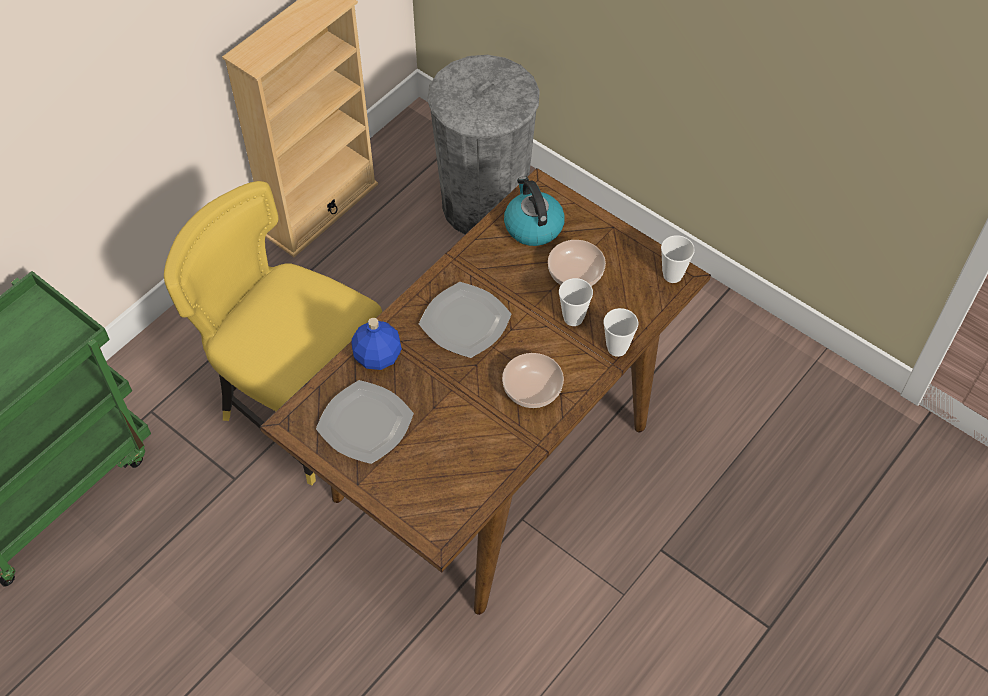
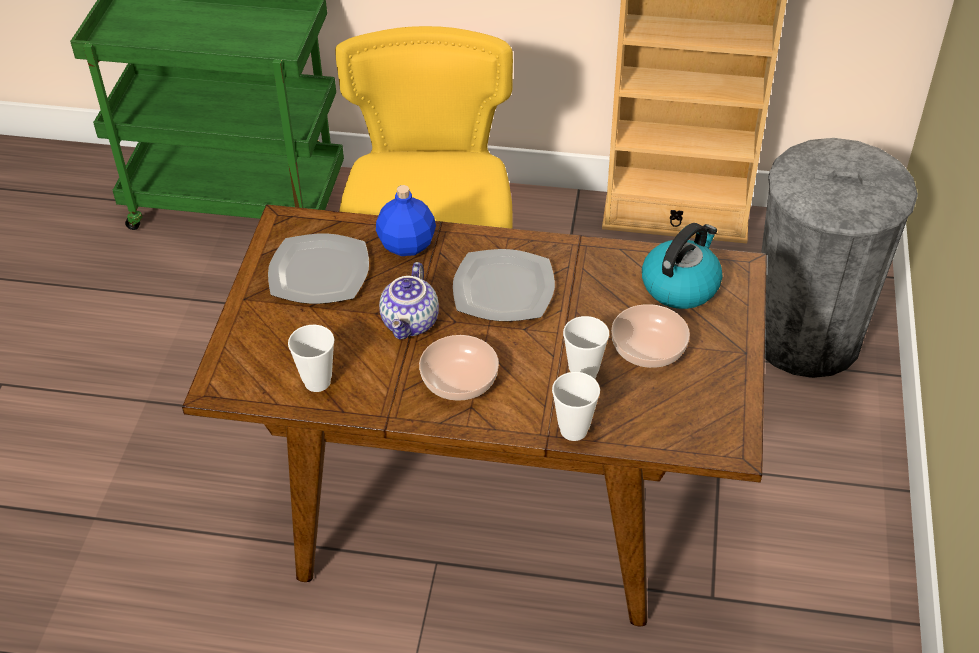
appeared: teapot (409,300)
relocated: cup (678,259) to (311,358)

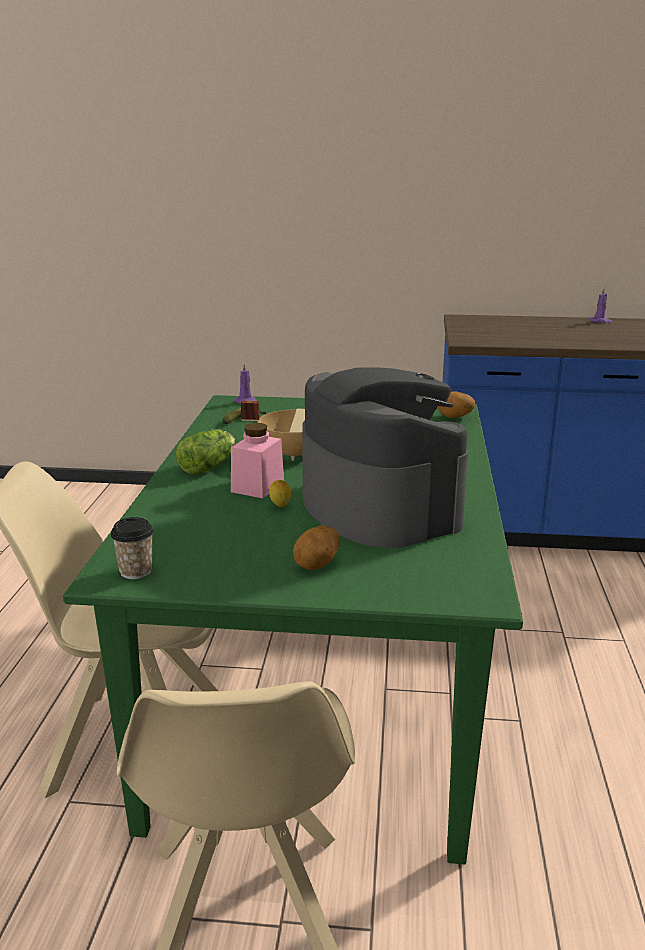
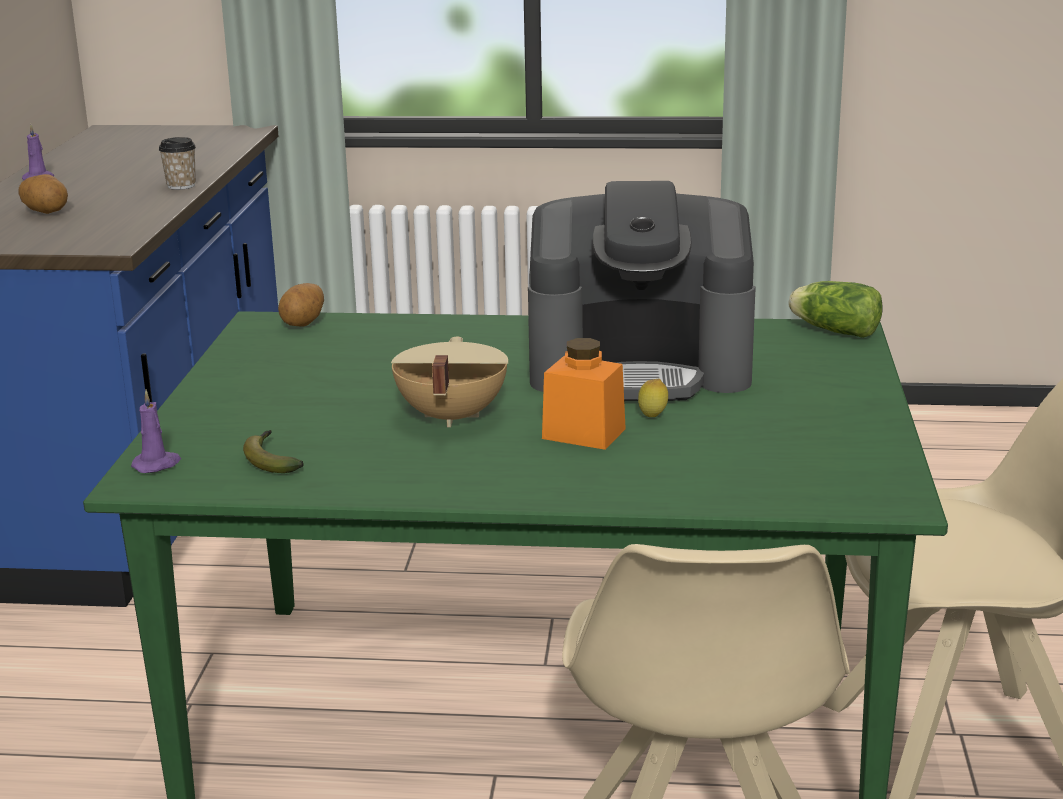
relocated: cup (132,548) to (177,163); lettuce (206,452) to (836,309); potato (316,547) to (43,194)
colour: pink jar (257,460) to orange jar (584,394)
spun: coffee machine (385,457) = (642,291) 150 degrees counterclockwise

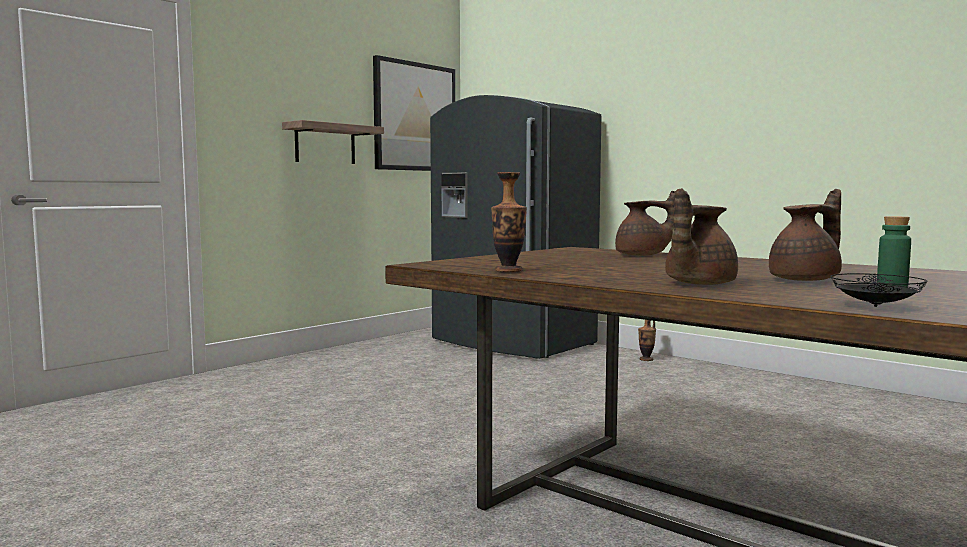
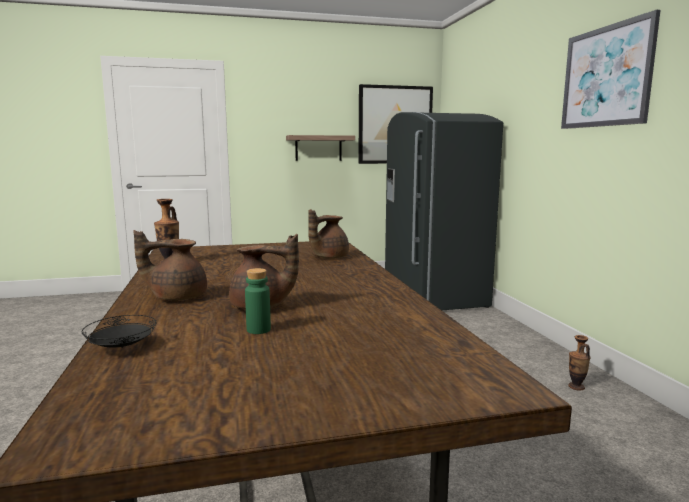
appeared: picture (611,69)
relocated: vase (647,340) to (579,362)
spun: brown teapot (645,223) = (328,234) 90 degrees clockwise

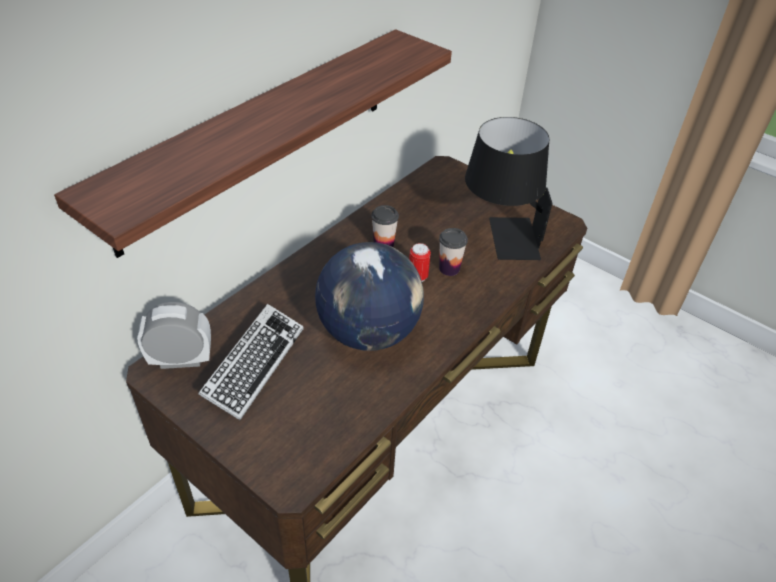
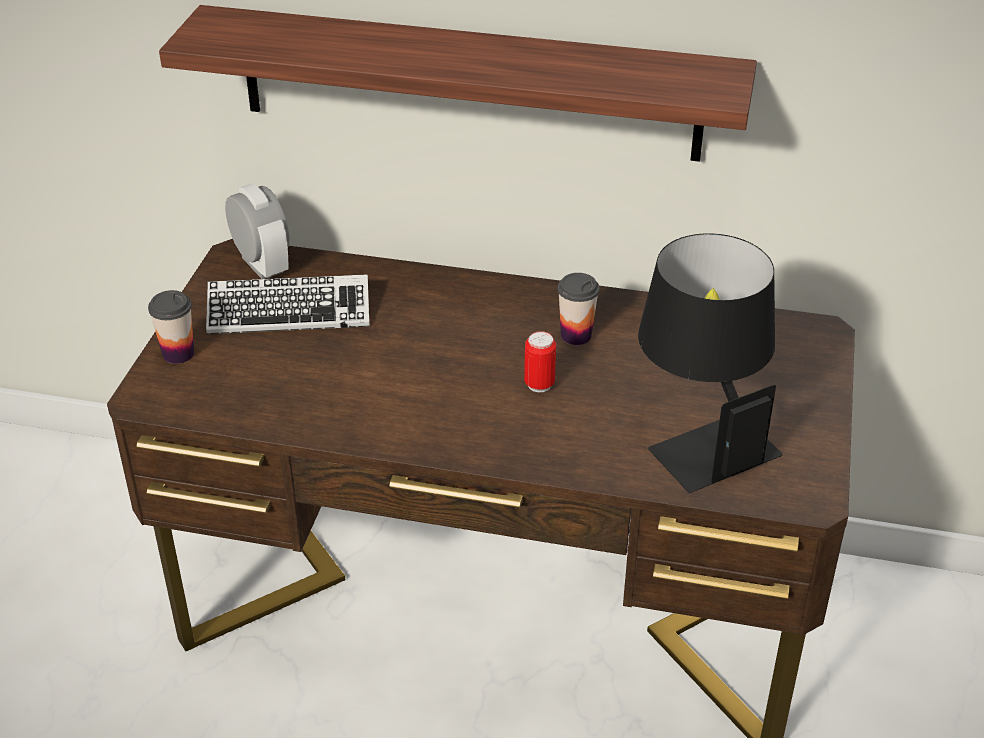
missing: globe (369,296)
relocated: cup (453,252) to (171,327)

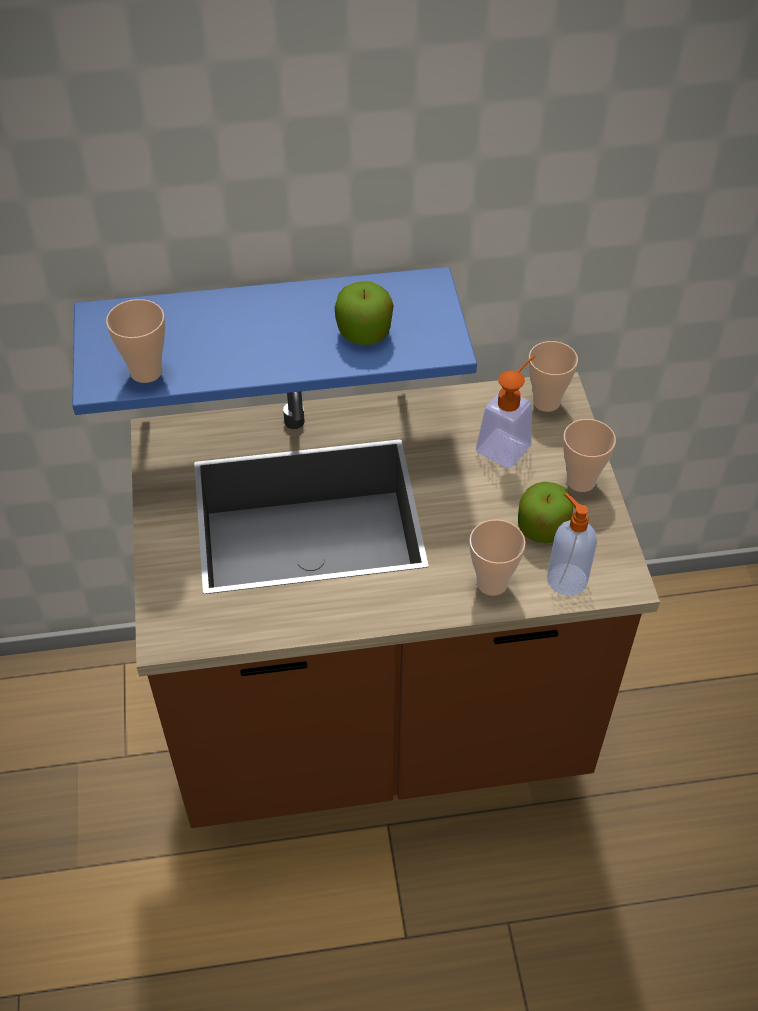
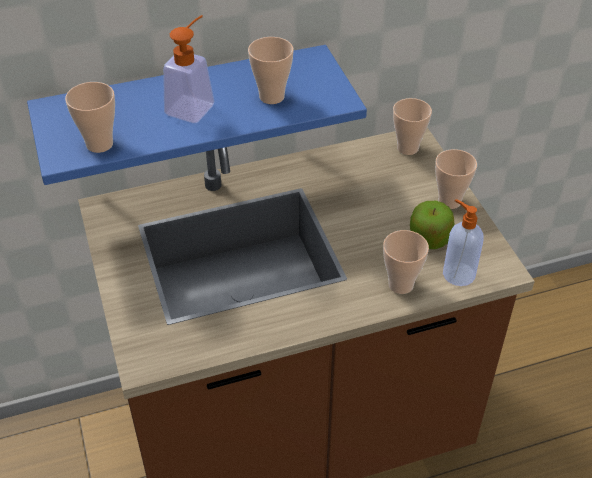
relocated: soap dispenser (505,411) to (188,69)
exchanged: apple (364,313) to cup (271,70)

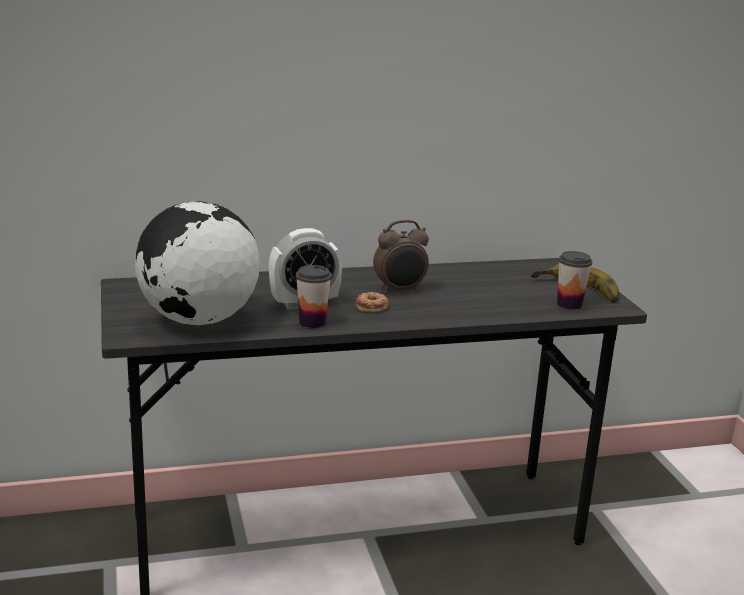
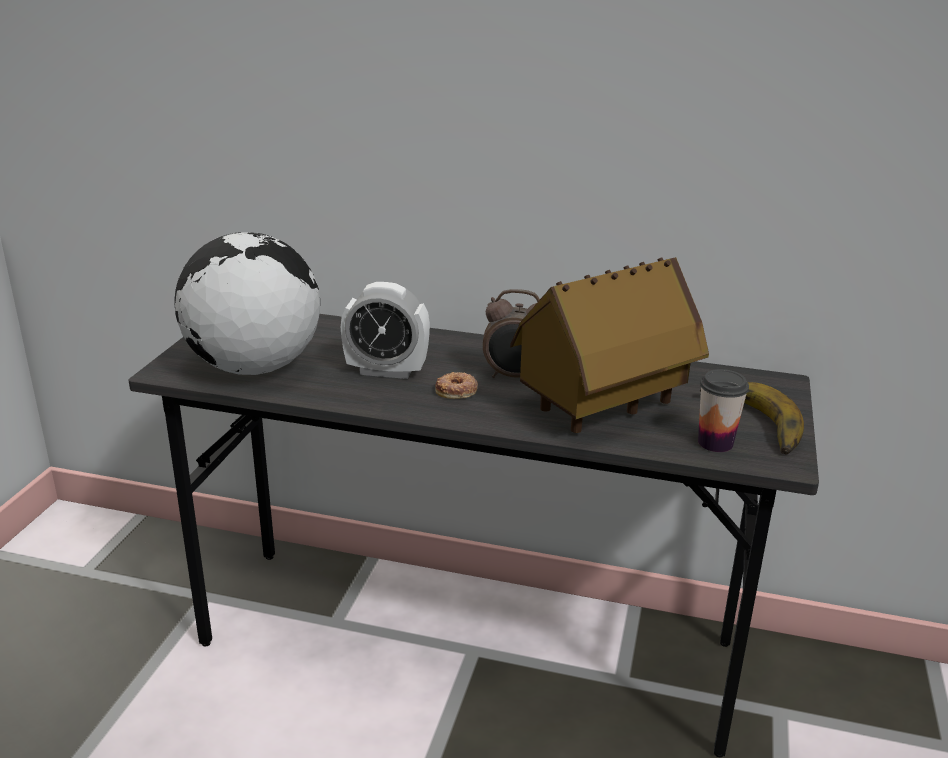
missing: cup (314,296)
appeared: toy house (609,345)

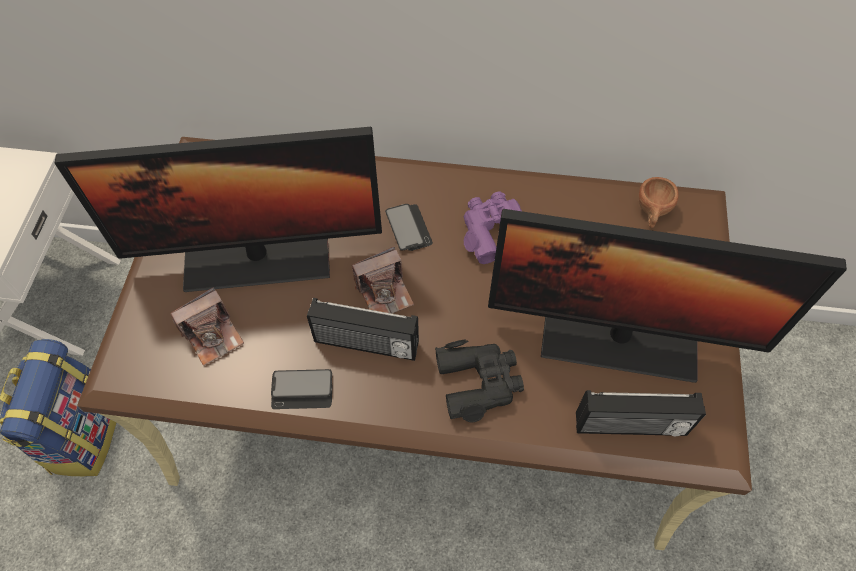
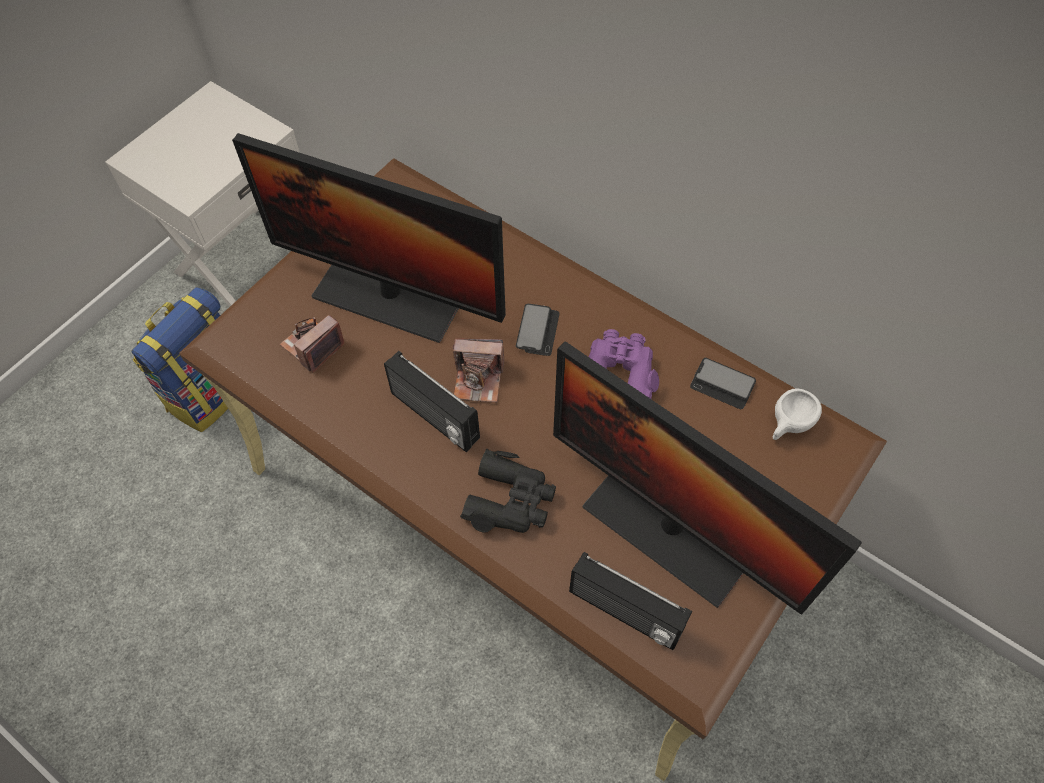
relocated: phone (301,389) to (723,383)
colour: brown cup (659,202) to white cup (797,414)
spun: photo camera (207,327) = (312,344) 135 degrees clockwise

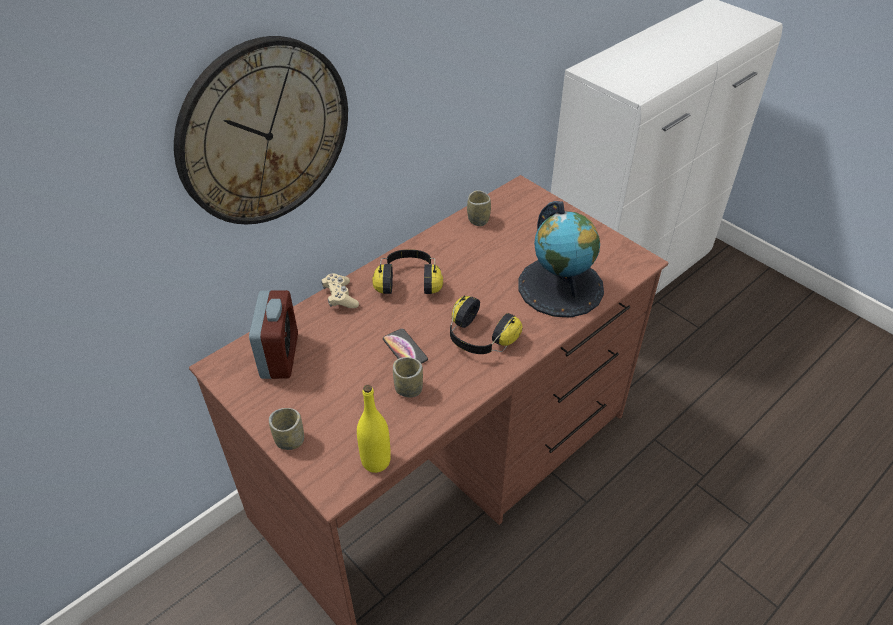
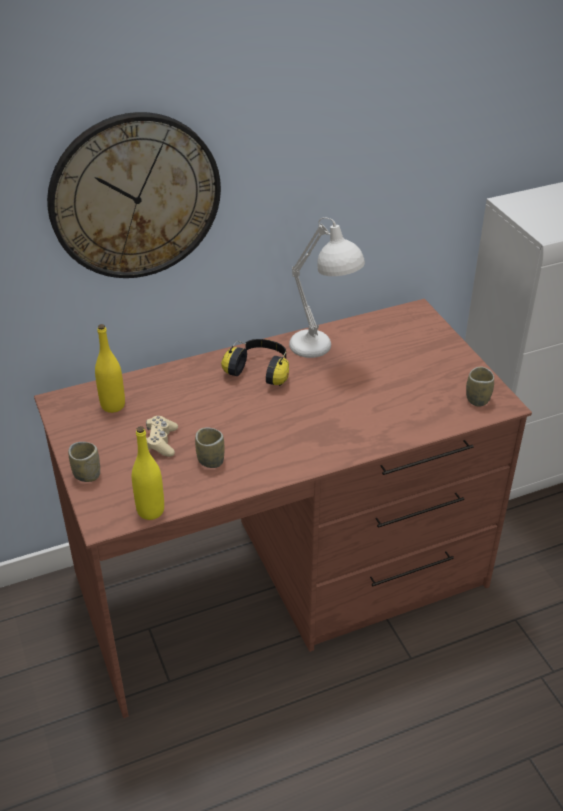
missing: phone (405,346); headphones (486,324); globe (561,259)
appeared: white table lamp (327,287)
relocated: beige game controller (340,290) to (162,436); cup (479,208) to (480,387)
exchanged: alarm clock (273,334) to yellow bottle (110,368)

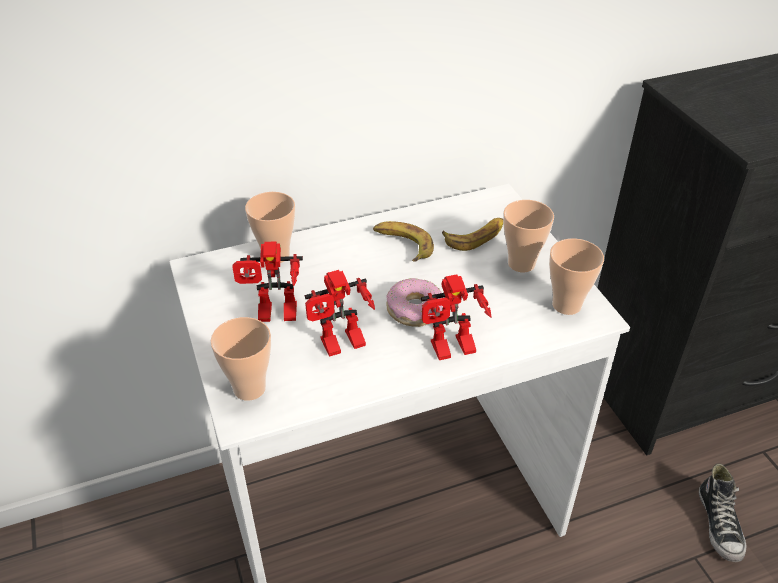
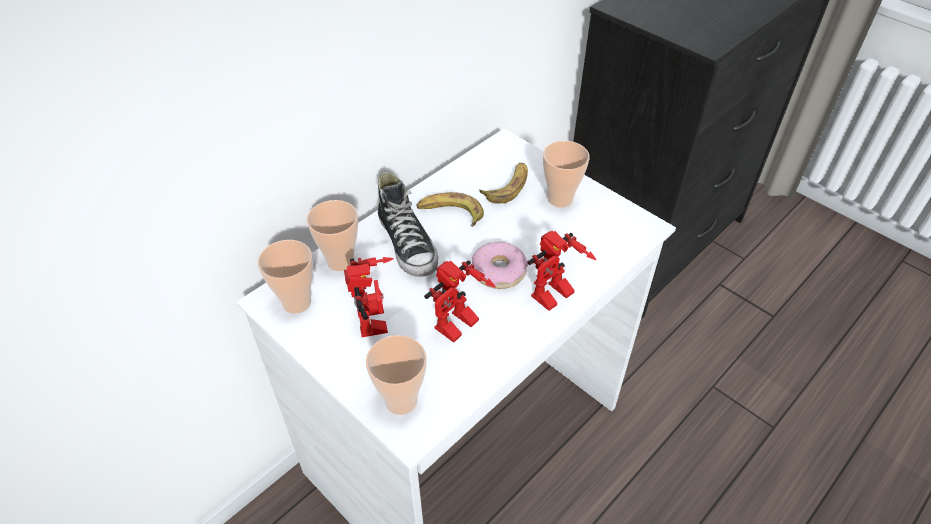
relocated: cup (576,276) to (285,277); shoe (722,512) to (408,224)
spun: toy robot (267,281) = (369,297) 75 degrees counterclockwise

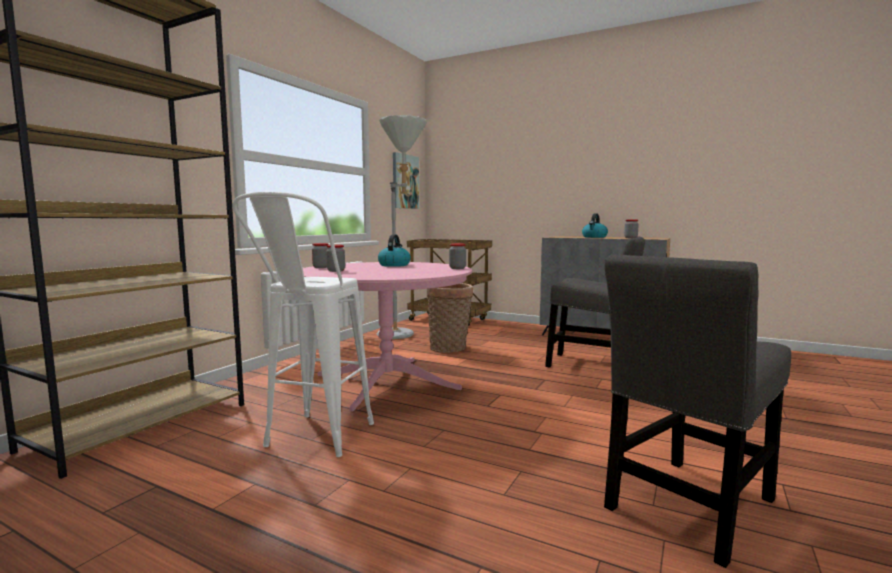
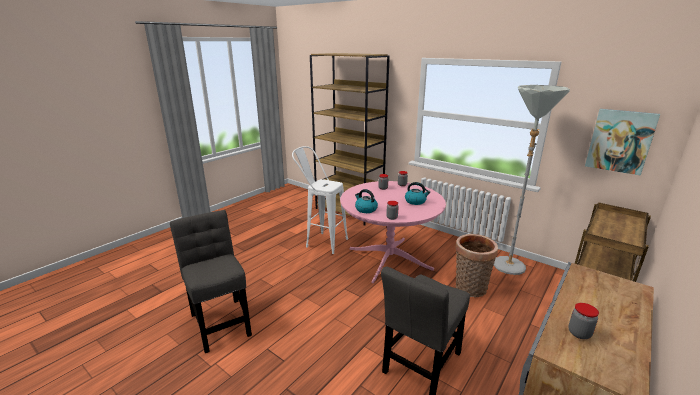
relocated: kettle (595,225) to (366,201)

